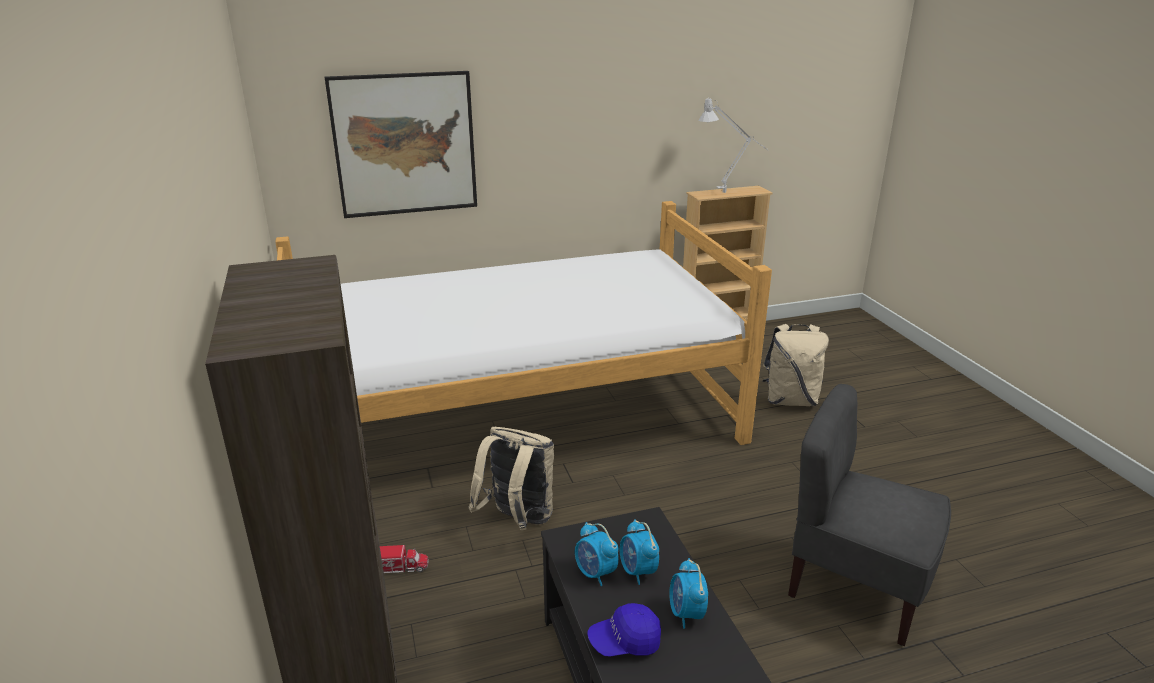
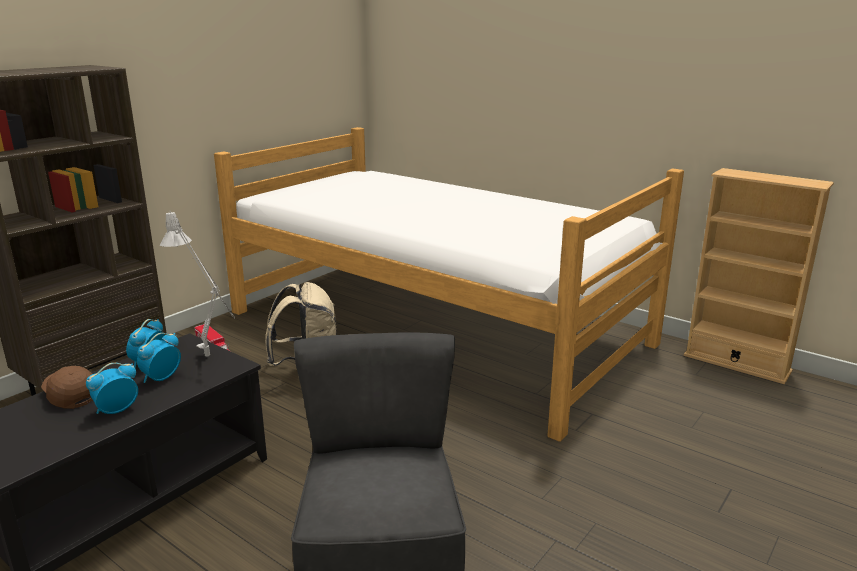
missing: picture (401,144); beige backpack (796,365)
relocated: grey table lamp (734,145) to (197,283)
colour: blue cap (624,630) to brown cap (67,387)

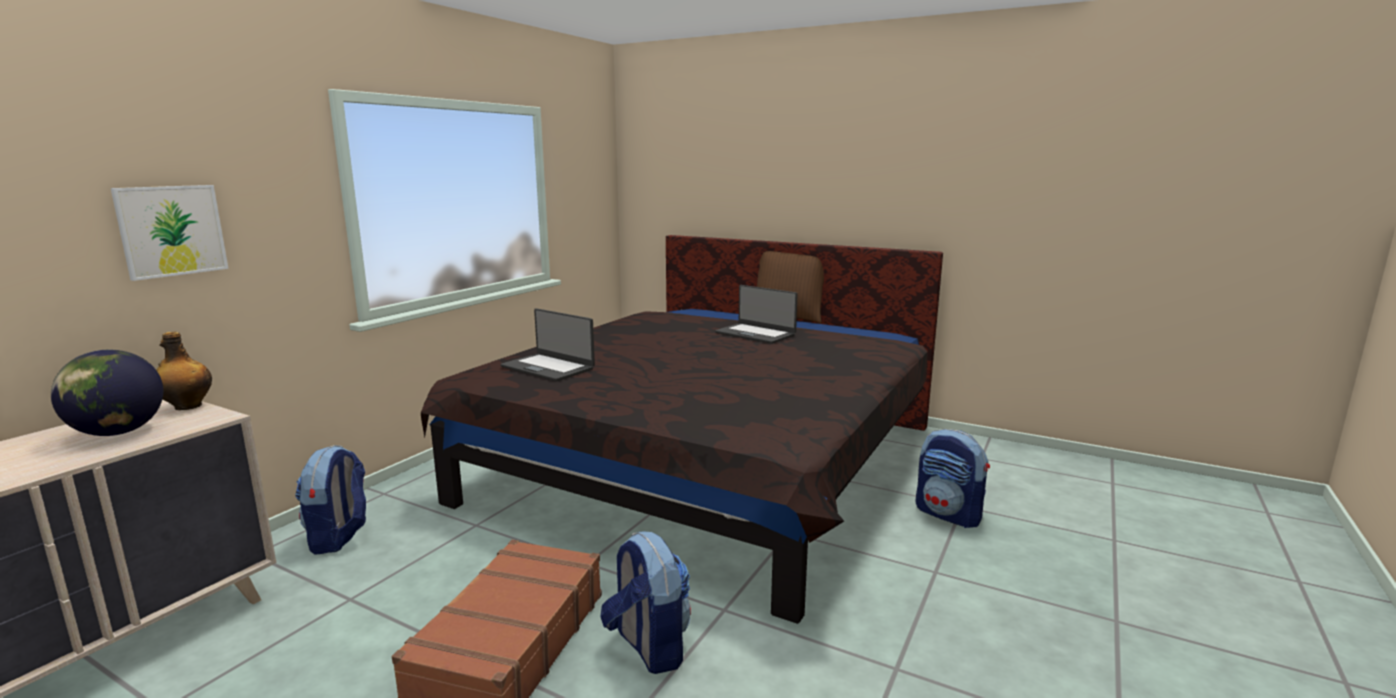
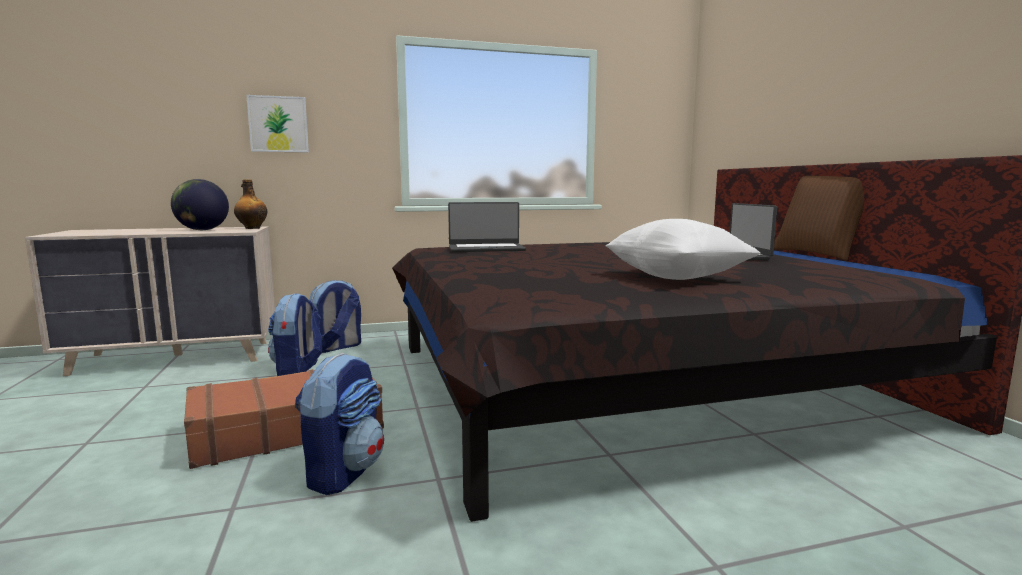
appeared: white pillow (683,249)
relocated: backpack (952,478) to (295,334)
spun: laptop (547,344) = (487,227) 90 degrees counterclockwise

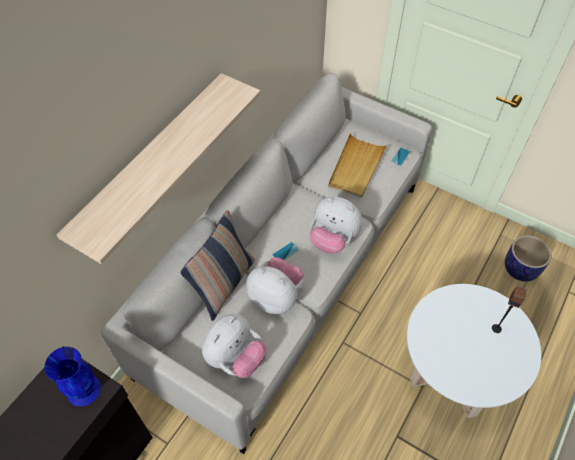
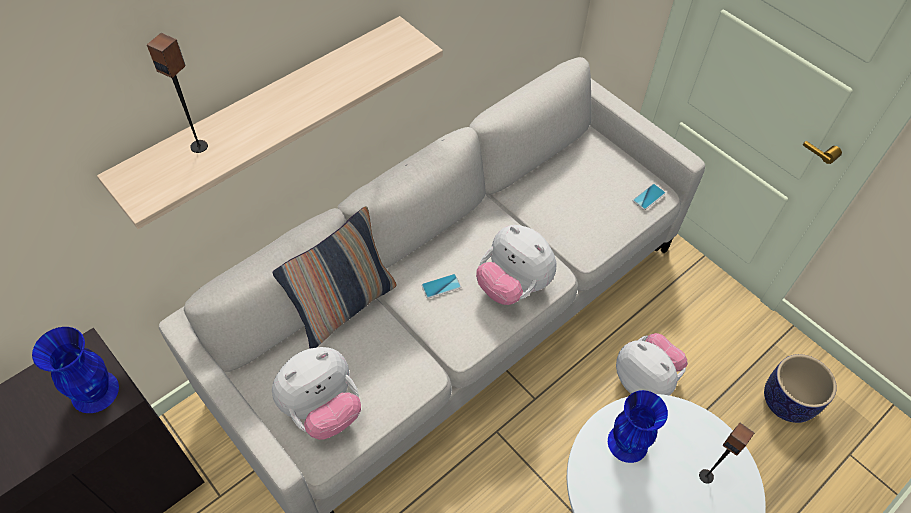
missing: beige tray (358,165)
appeared: speaker (177,93); blue vase (638,426)
relocated: plush toy (275,285) to (652,364)

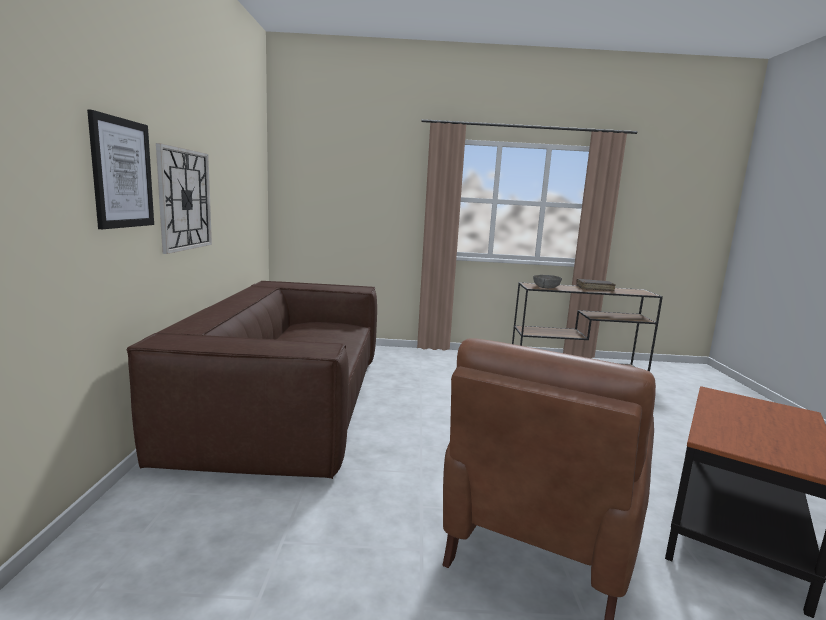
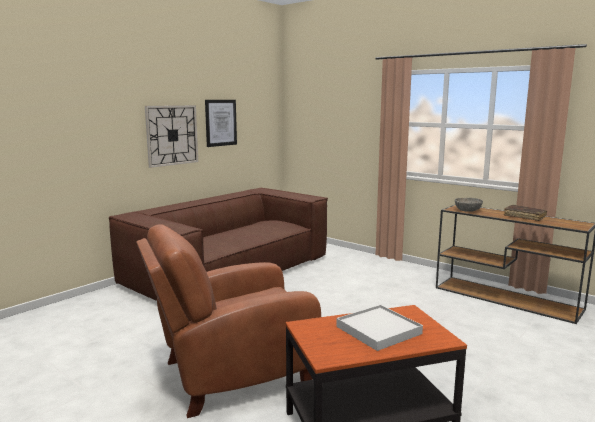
appeared: white tray (379,328)
relocated: picture (120,169) to (221,123)

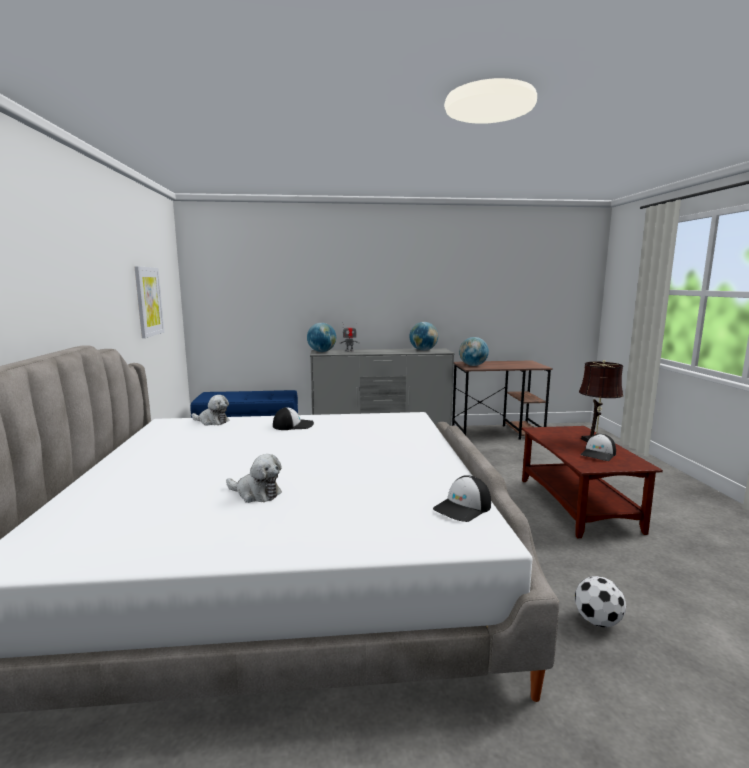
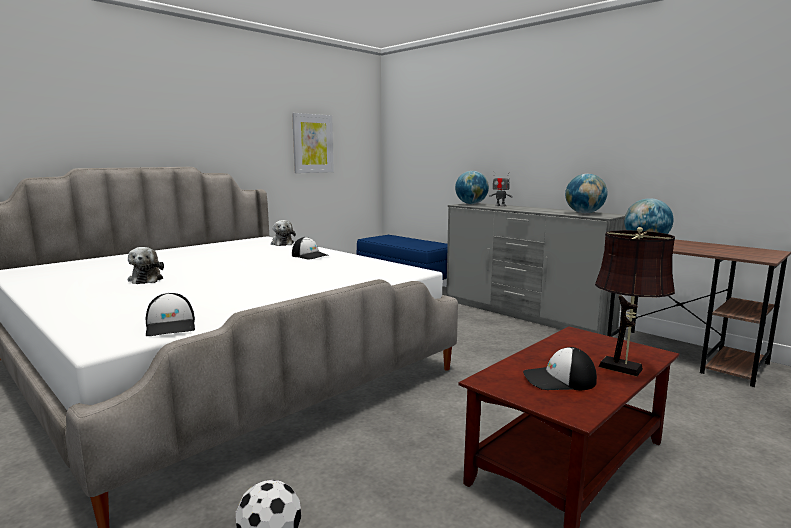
spun: cap (462,498) = (170,314) 120 degrees counterclockwise

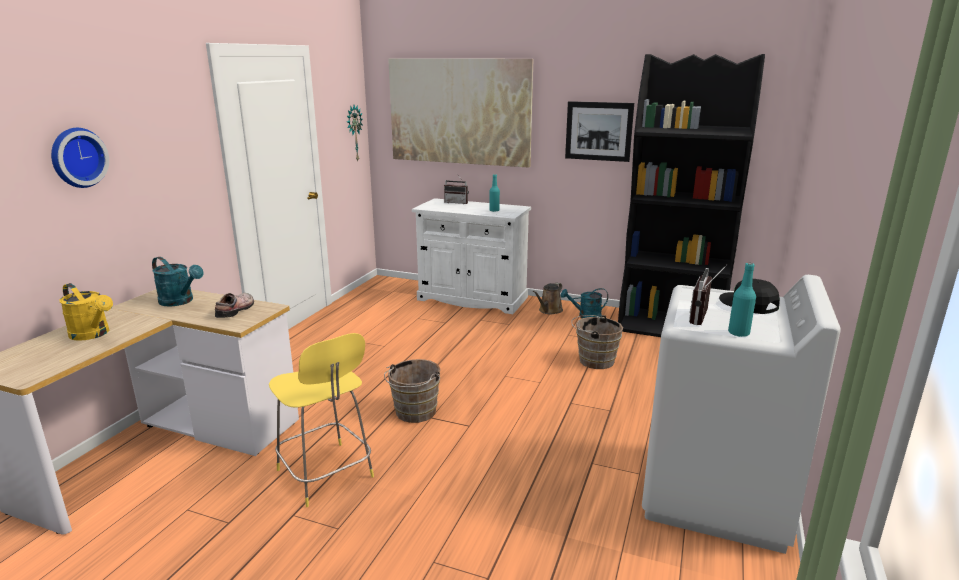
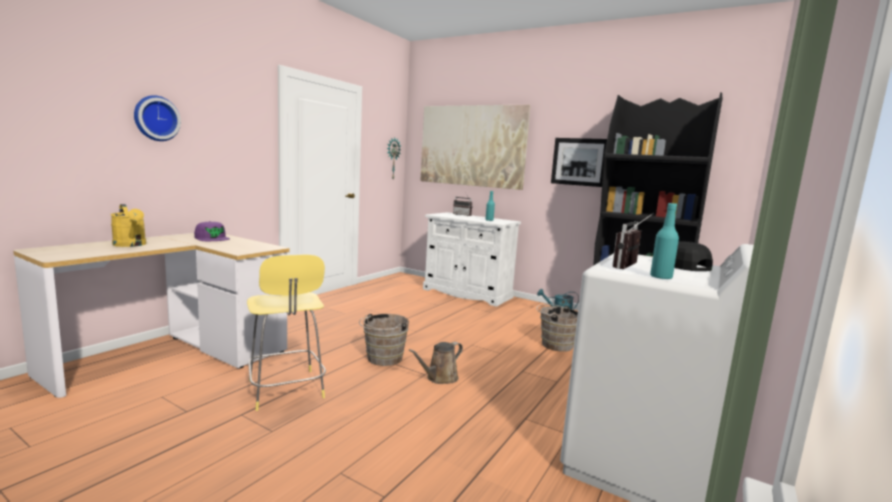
missing: shoe (234,305)
relocated: brown watering can (548,299) to (436,363)
exchanged: turquoise watering can (178,282) to purple cap (212,231)

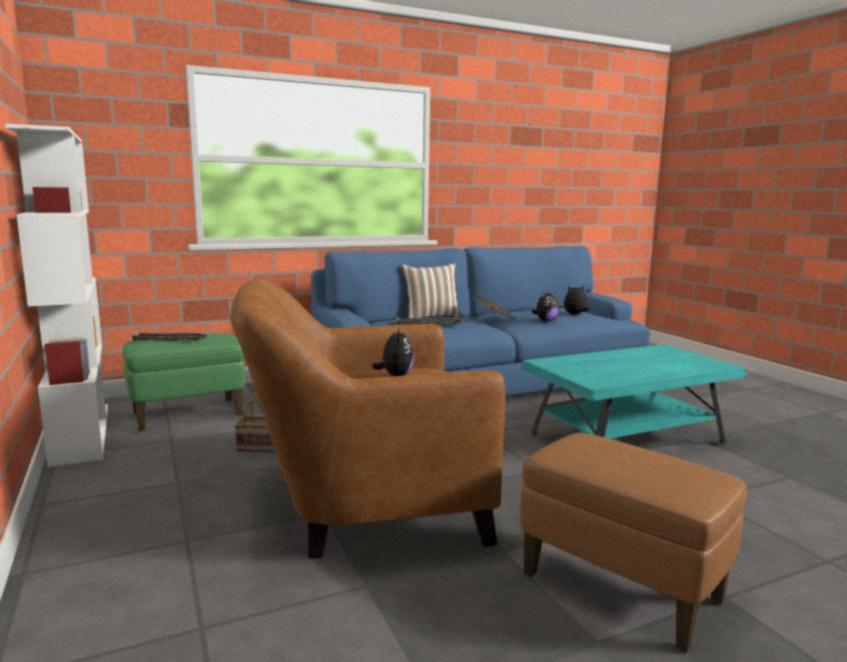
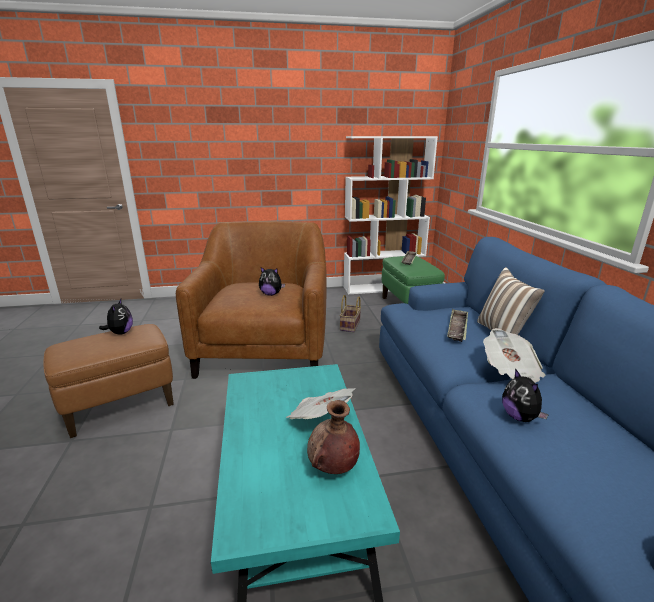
appeared: newspaper (320,403); brown vase (333,437)
relocated: plush toy (576,300) to (116,317)

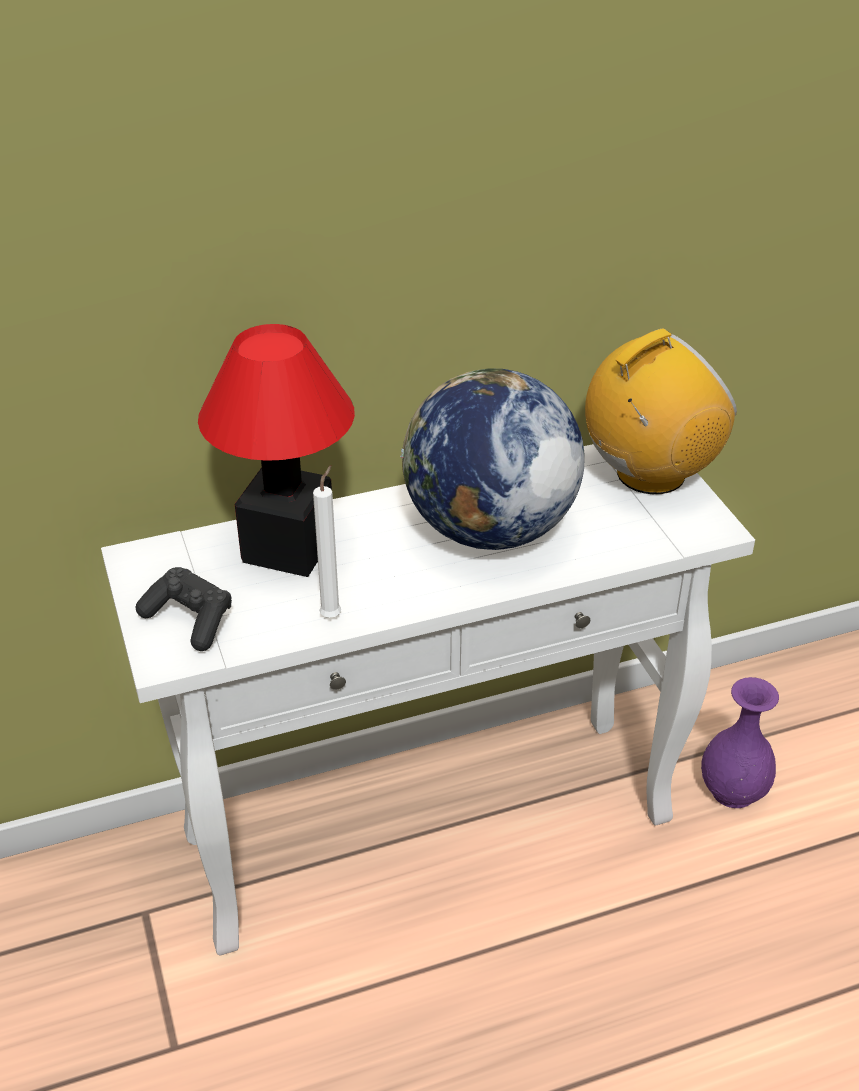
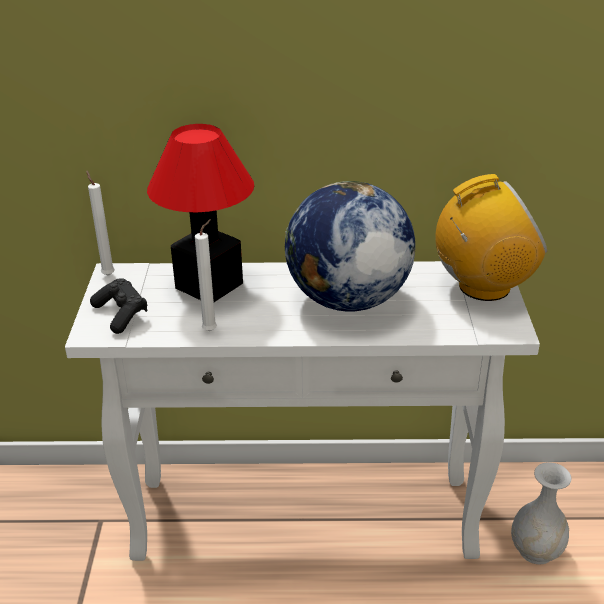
appeared: white candle (100,223)
colour: purple vase (740,742) to white vase (541,513)

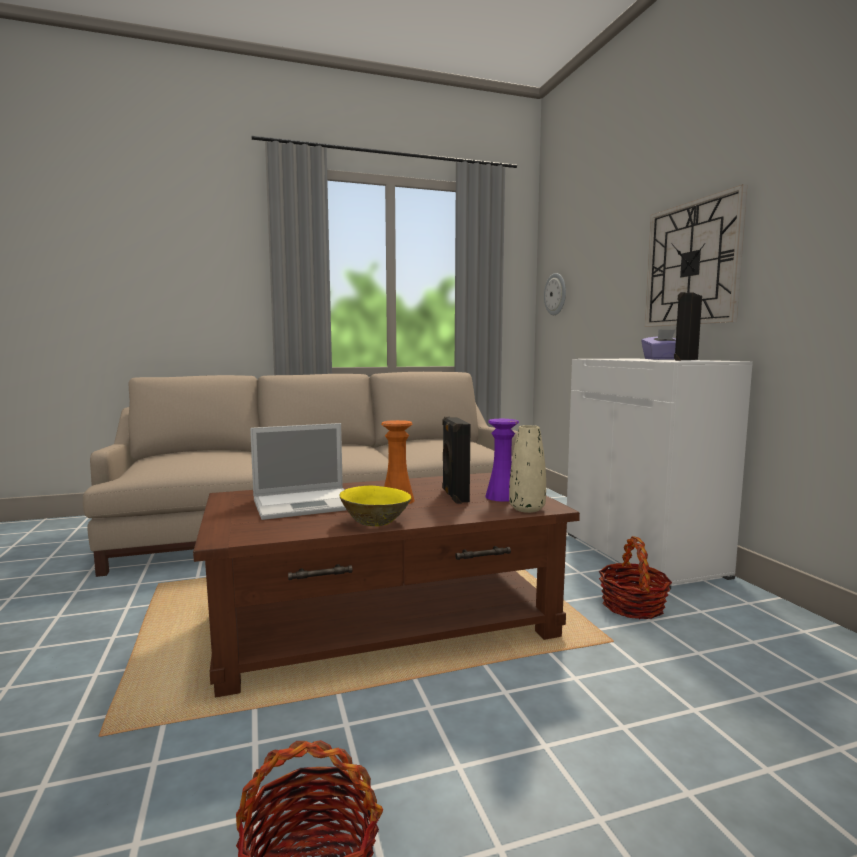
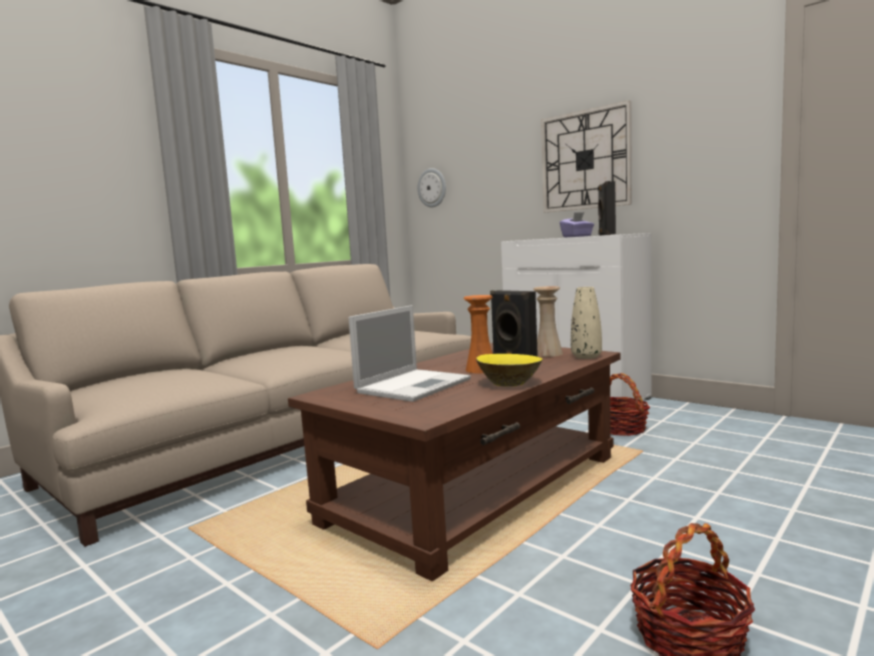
colour: purple vase (502,460) to beige vase (548,321)

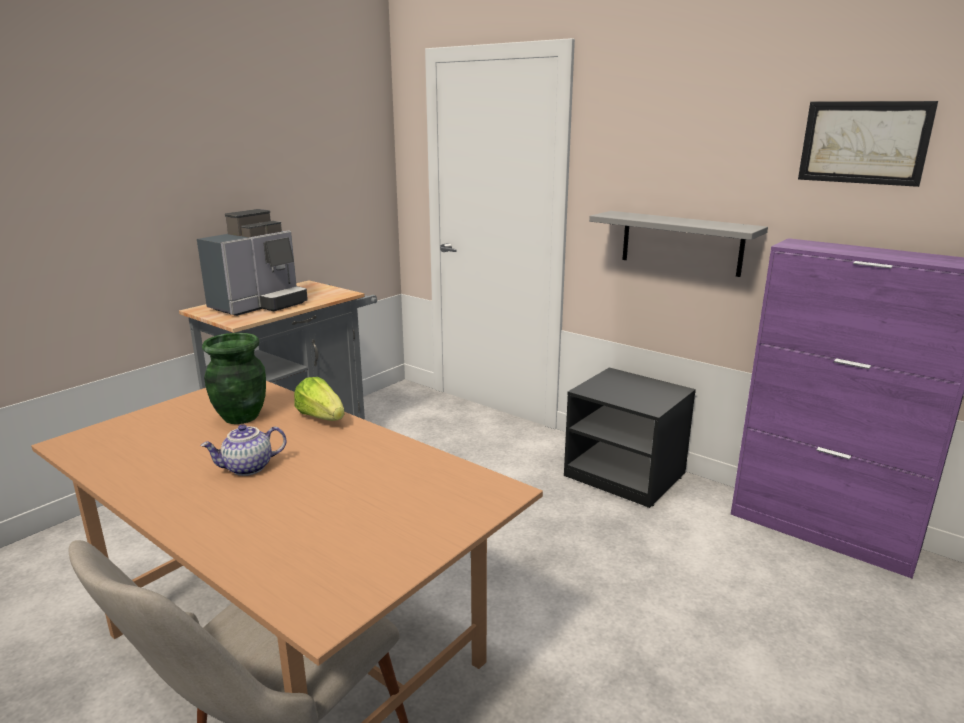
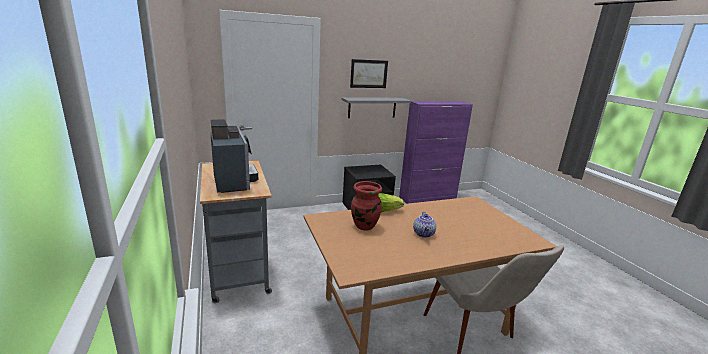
relocated: picture (868,144) to (369,73)
colour: green vase (234,378) to red vase (366,205)

